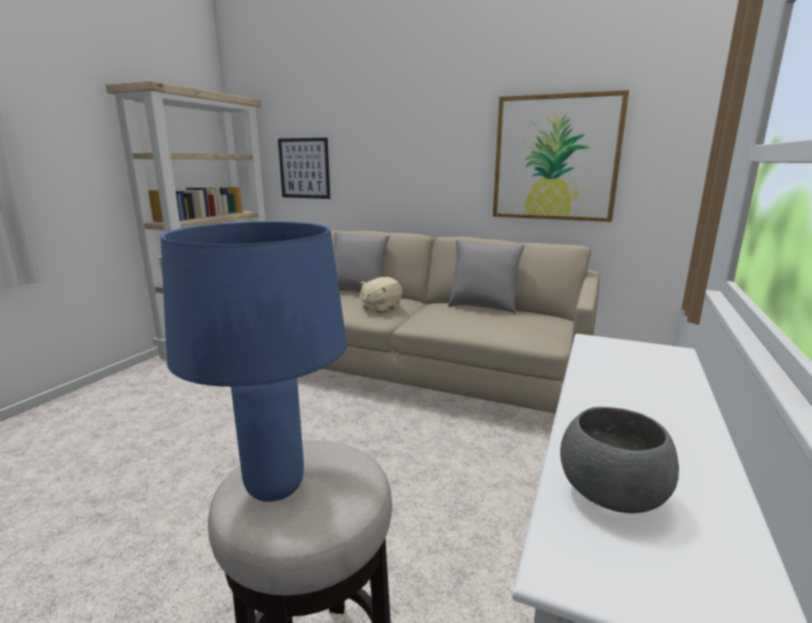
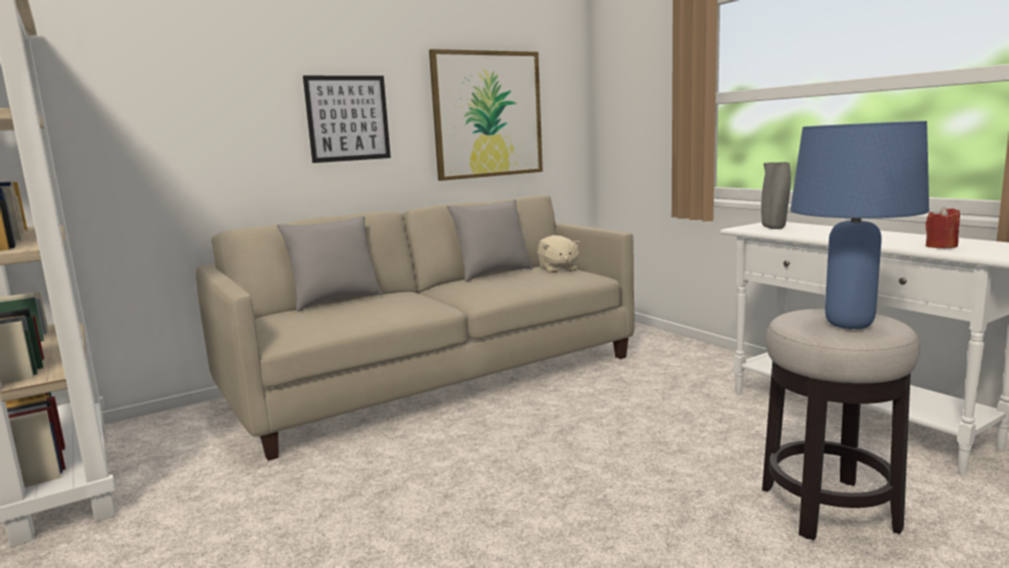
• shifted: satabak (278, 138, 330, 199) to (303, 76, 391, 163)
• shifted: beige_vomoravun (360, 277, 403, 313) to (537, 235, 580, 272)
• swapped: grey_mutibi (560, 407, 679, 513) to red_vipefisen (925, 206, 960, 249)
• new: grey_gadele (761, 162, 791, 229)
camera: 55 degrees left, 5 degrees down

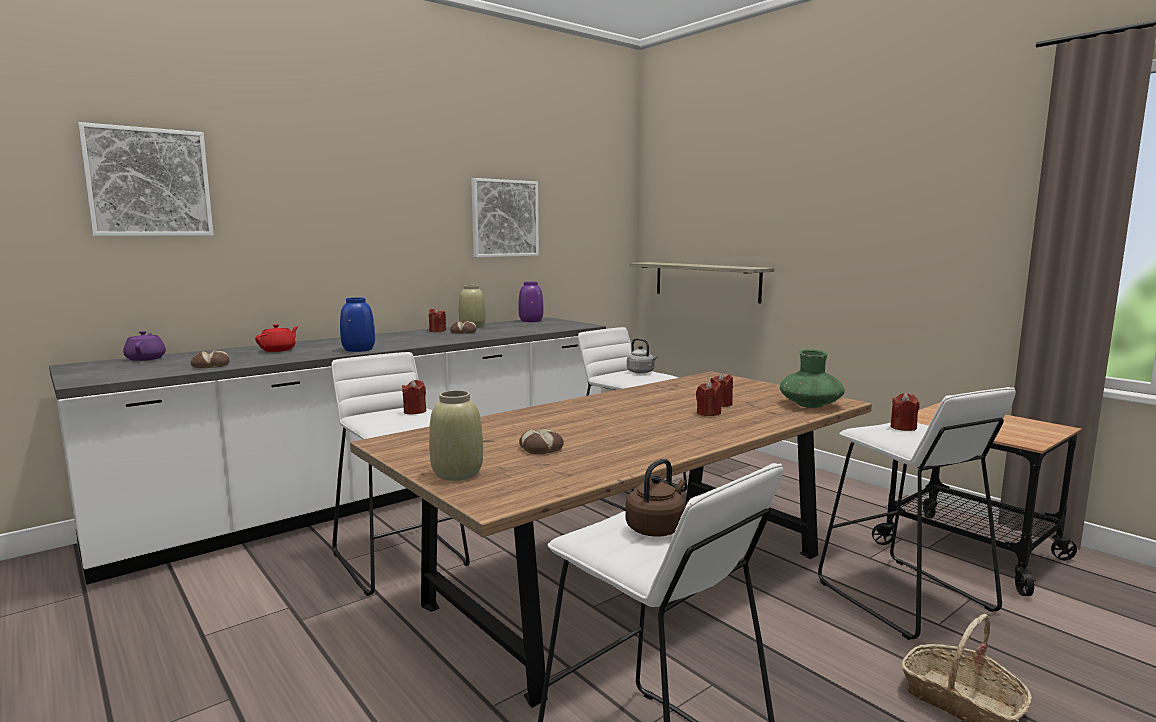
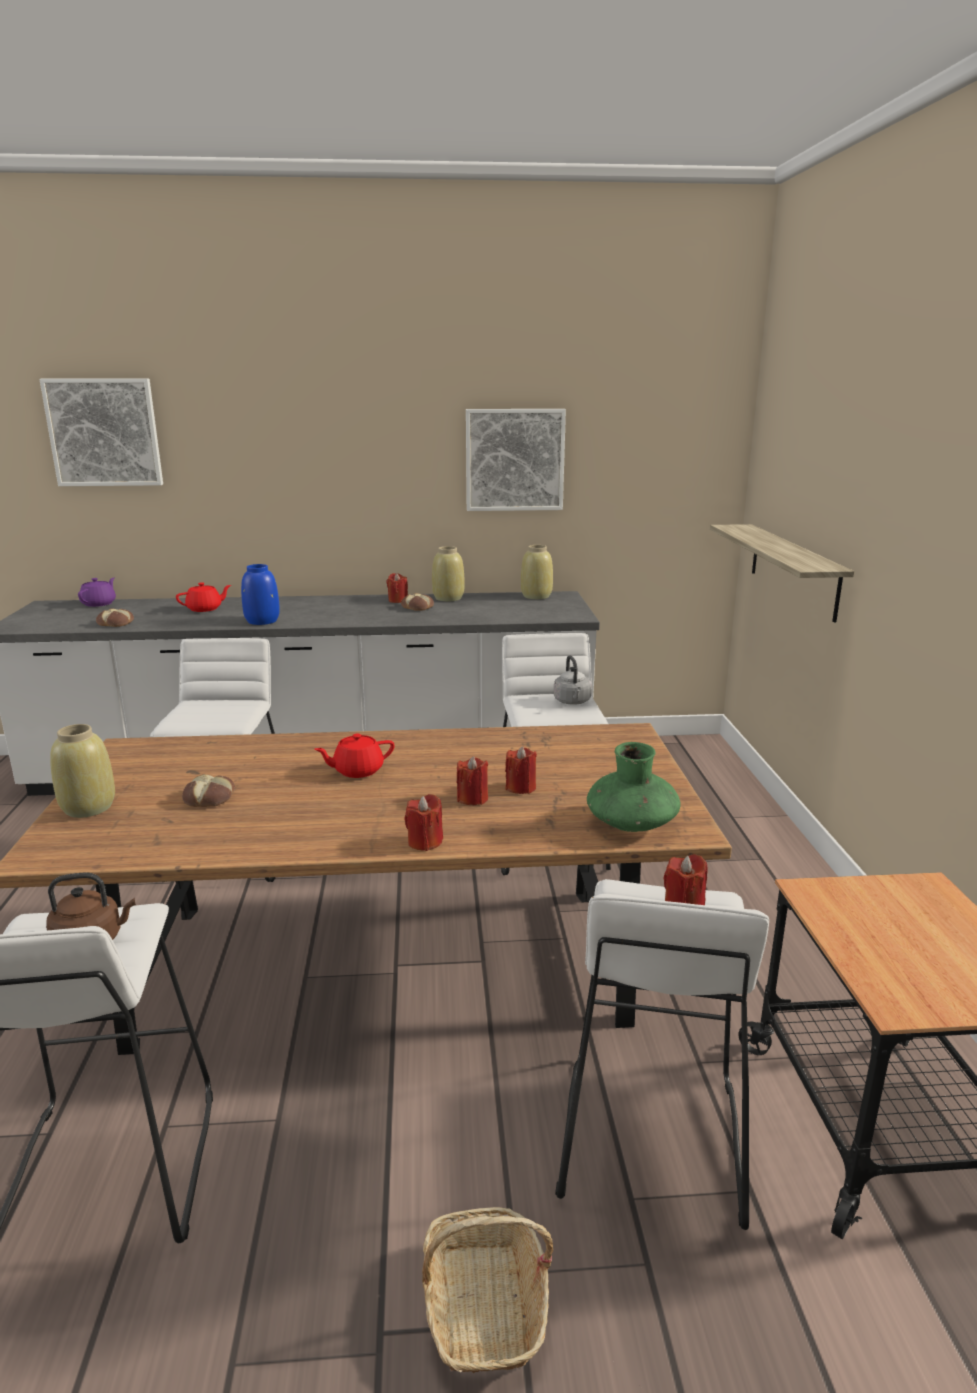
• repainted: purple_gadele (518, 282, 543, 322) to beige_gadele (521, 545, 553, 599)
• shifted: red_vipefisen (402, 379, 427, 414) to (405, 794, 443, 851)
• new: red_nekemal (314, 733, 395, 778)
camera: 35 degrees right, 10 degrees up

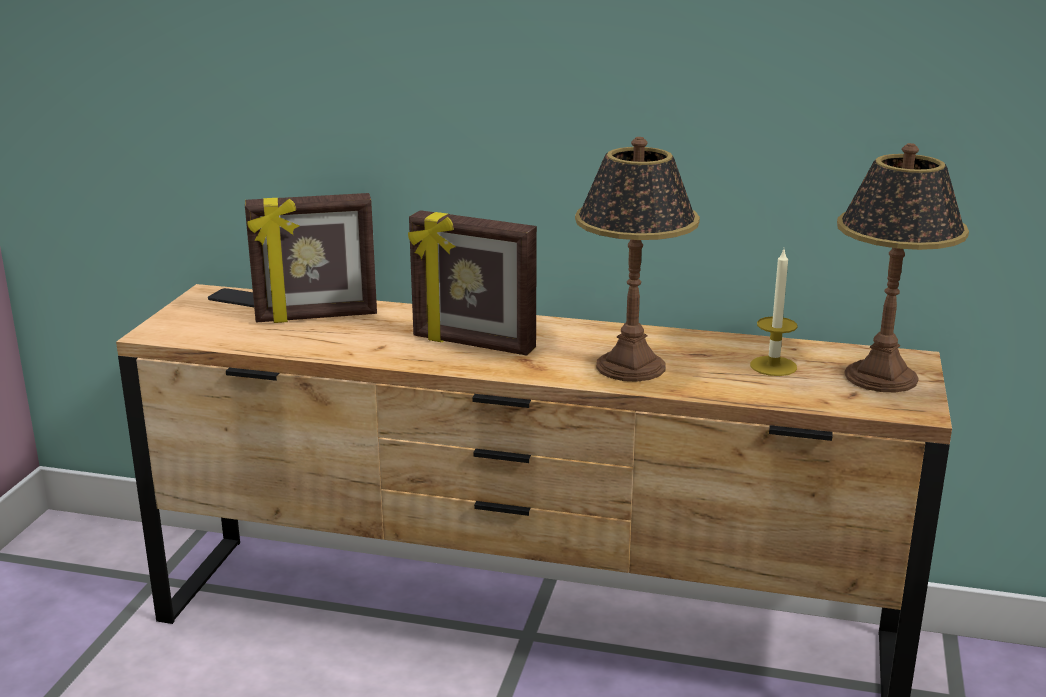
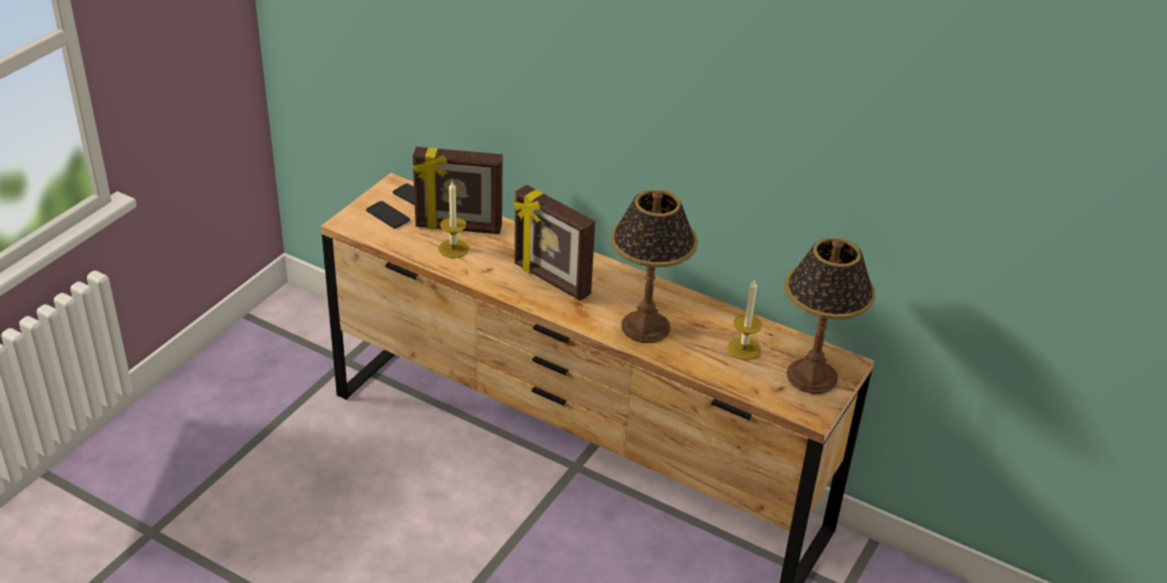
• new: vipefisen (438, 181, 469, 258)
• new: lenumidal (366, 201, 410, 228)
camera: 15 degrees right, 15 degrees up

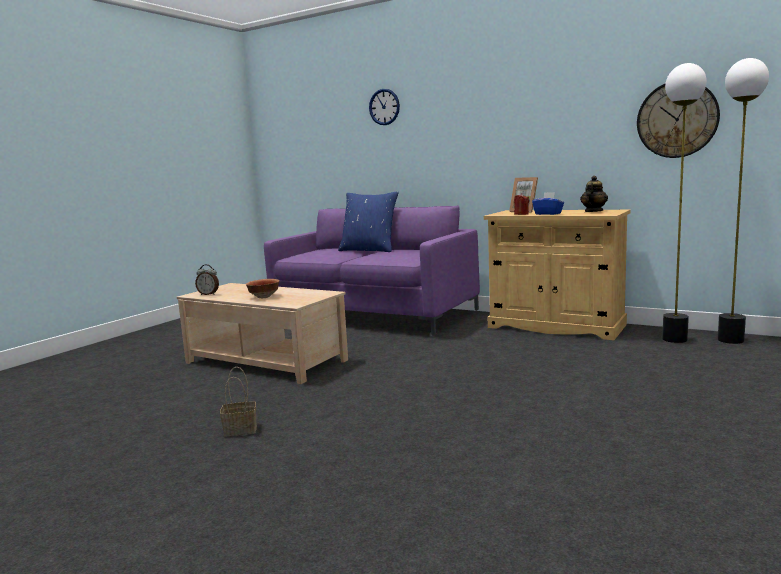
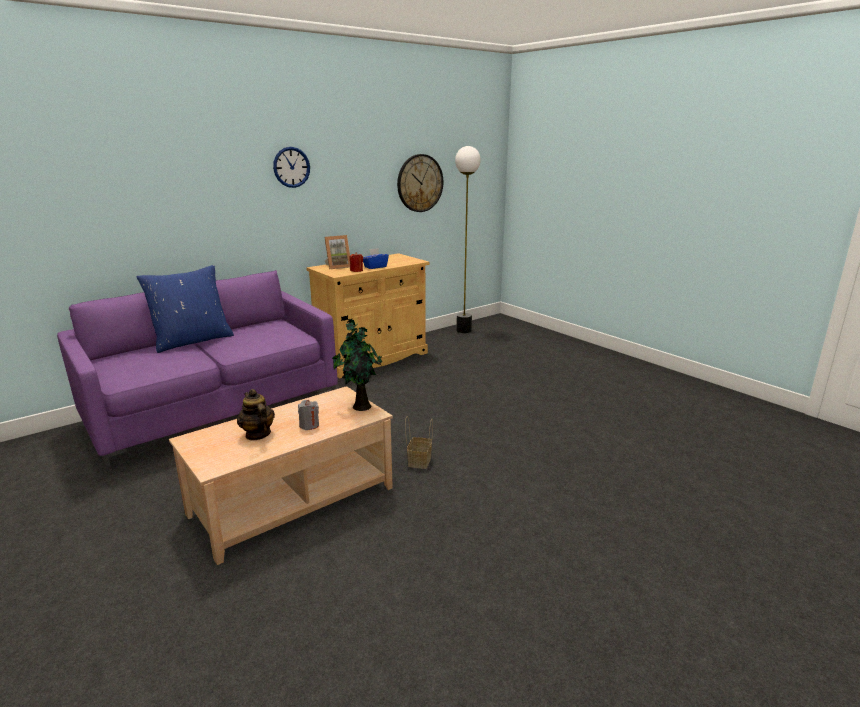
• gone: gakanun (662, 63, 707, 343)
• shifted: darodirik (369, 89, 400, 125) to (273, 147, 310, 188)
• shifted: nekemal (580, 175, 608, 212) to (237, 389, 275, 440)
• gone: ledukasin (195, 264, 219, 295)
• swapped: mutibi (246, 279, 279, 298) to grey_vipefisen (298, 400, 319, 430)
• shifted: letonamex (220, 367, 257, 437) to (405, 416, 433, 469)
• new: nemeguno (332, 318, 382, 411)
camera: 70 degrees left, 10 degrees up

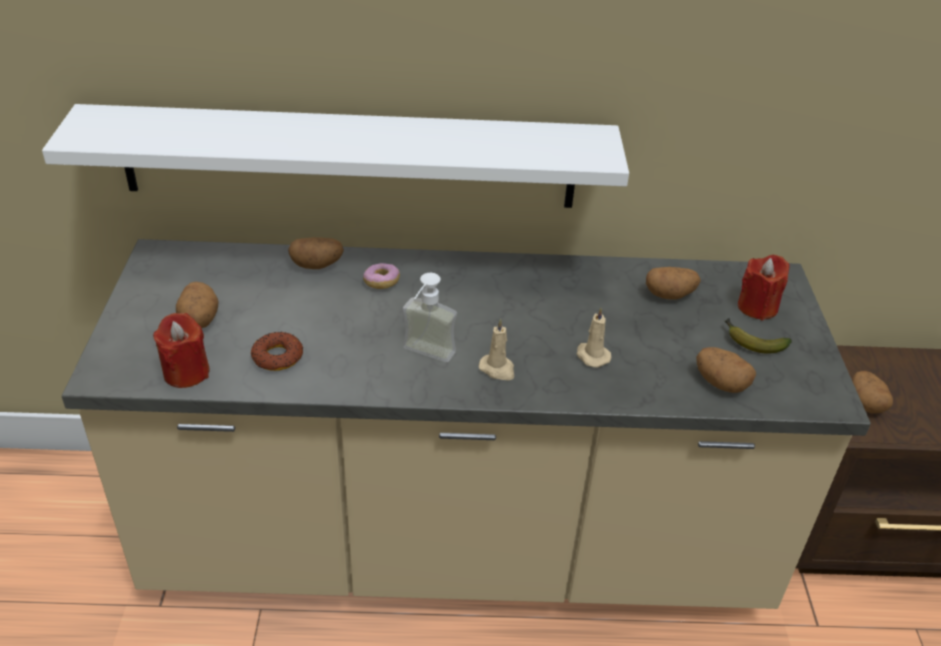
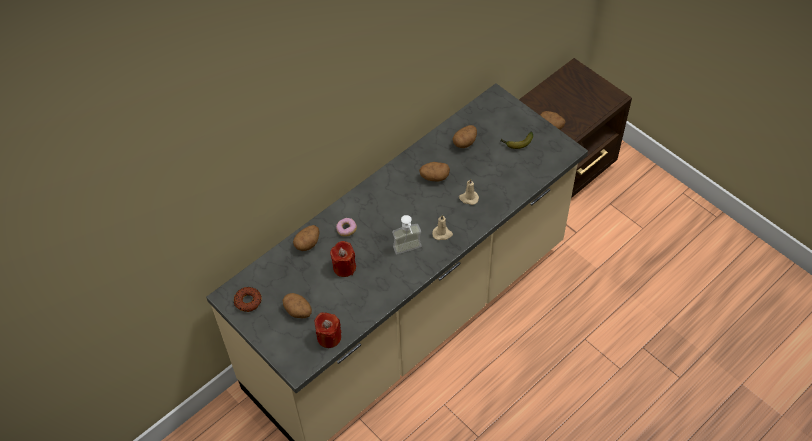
• gone: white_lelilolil (42, 104, 629, 208)
• shifted: red_vipefisen (738, 255, 790, 321) to (330, 241, 356, 277)
• shifted: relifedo (251, 332, 303, 371) to (234, 287, 262, 312)
• shifted: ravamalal (696, 347, 756, 393) to (419, 162, 450, 182)
camera: 40 degrees left, 15 degrees up

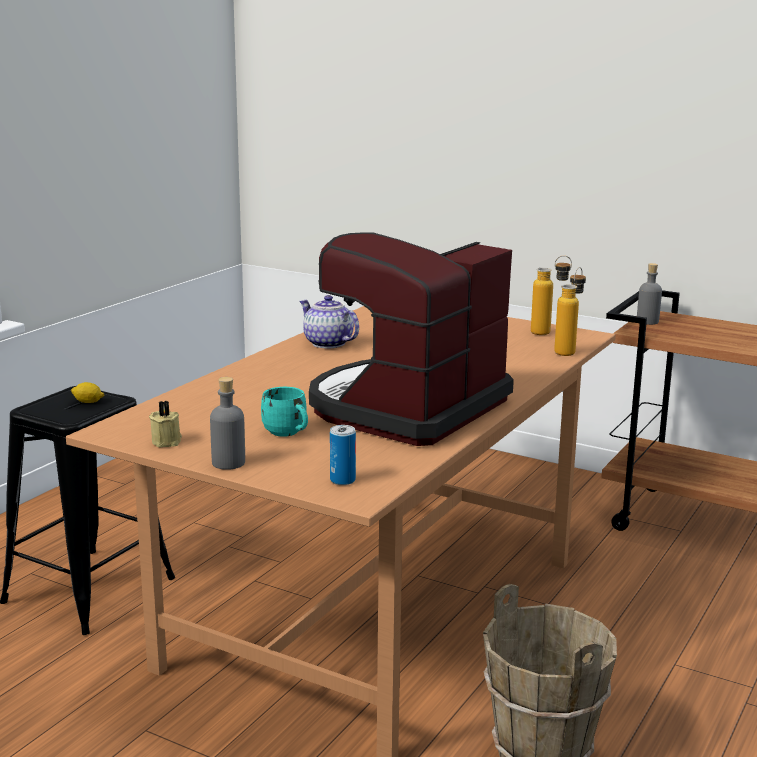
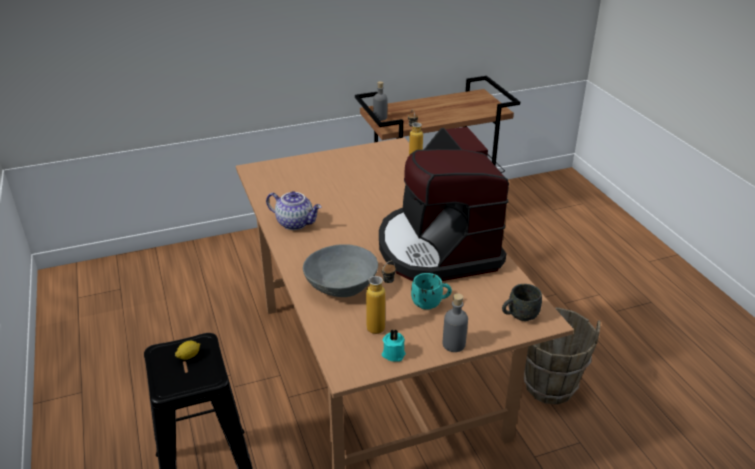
• shifted: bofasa (531, 255, 572, 335) to (366, 261, 396, 334)
• rotated: nekemal (300, 295, 359, 348) = (266, 191, 322, 230) 150 degrees counterclockwise
• repainted: beige_vipefisen (149, 401, 182, 447) to turquoise_vipefisen (382, 329, 406, 362)
• swapped: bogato (330, 425, 356, 485) to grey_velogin (502, 284, 542, 321)
• new: grey_mutibi (303, 244, 378, 297)
camera: 50 degrees left, 15 degrees up

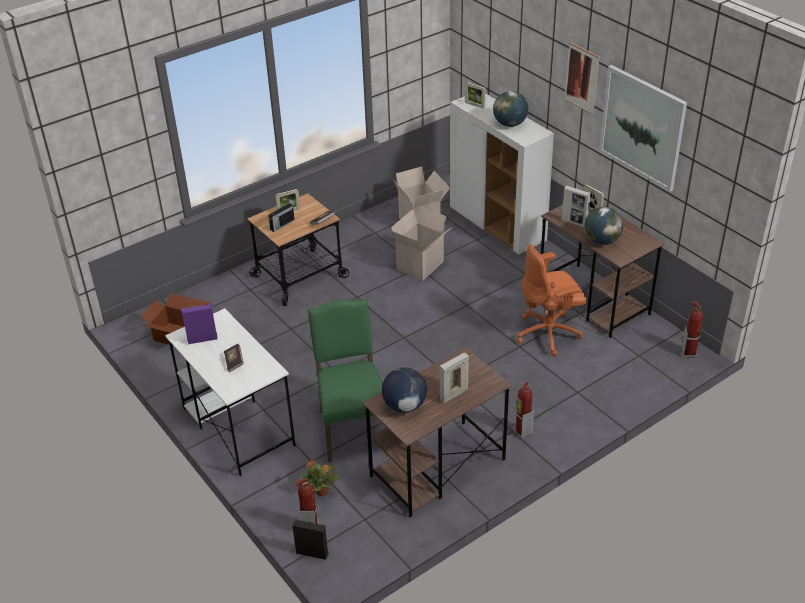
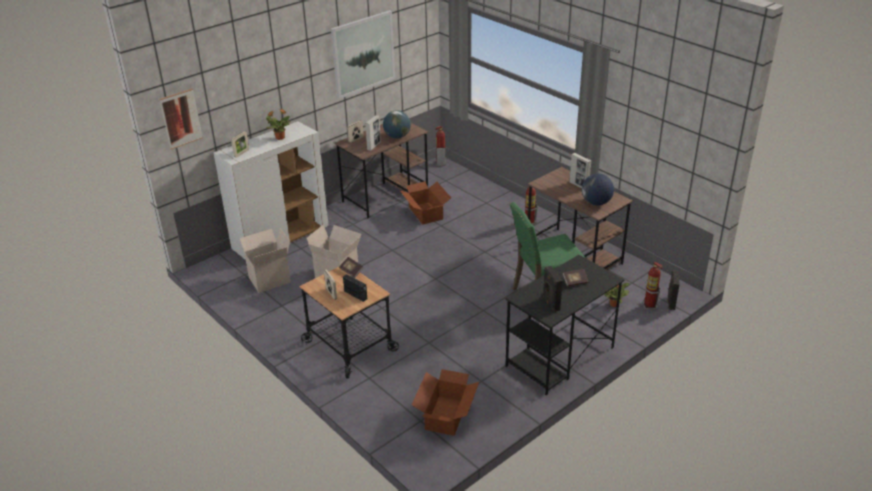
• shifted: satabak (565, 42, 600, 115) to (159, 88, 203, 149)
• swapped: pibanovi (493, 91, 528, 127) to nemeguno (266, 109, 290, 140)
• swapped: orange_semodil (517, 244, 587, 357) to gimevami (400, 182, 451, 225)
• repainted: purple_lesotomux (181, 303, 217, 344) to black_lesotomux (543, 266, 562, 312)
• repainted: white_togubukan (165, 308, 296, 476) to black_togubukan (505, 255, 624, 395)
camera: 95 degrees left, 5 degrees down

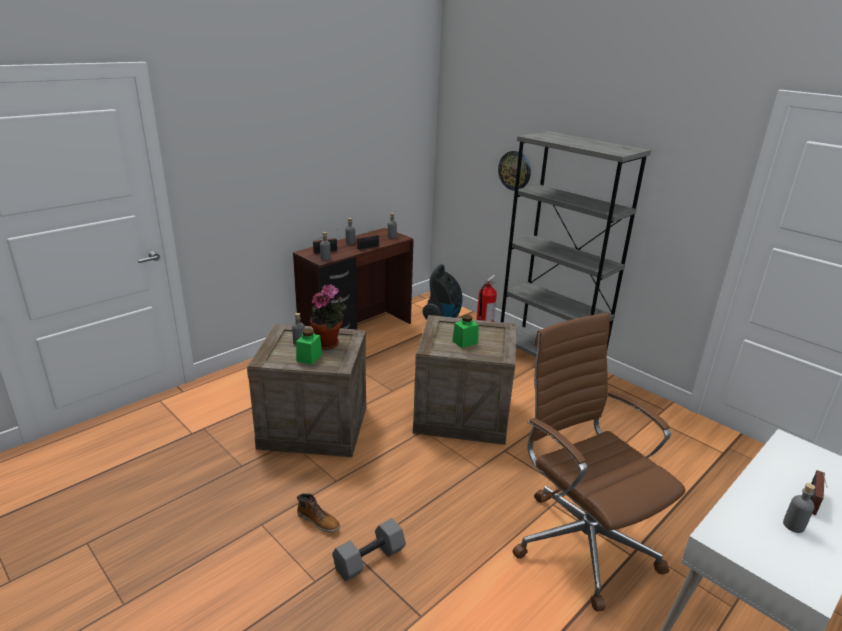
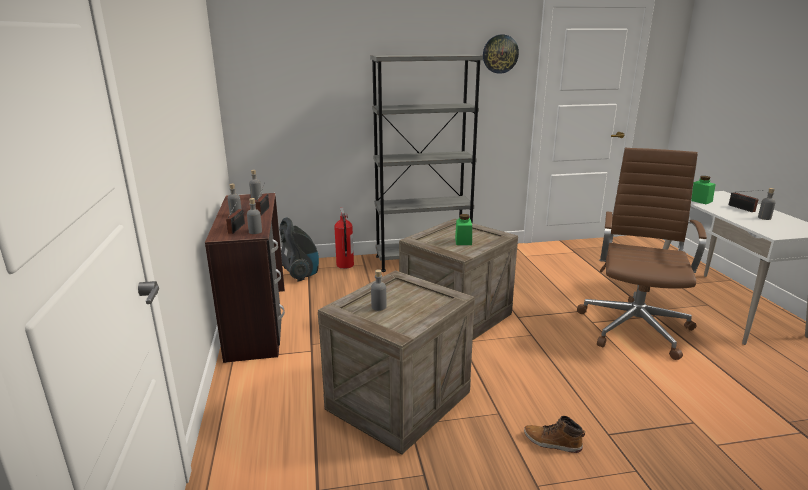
• shifted: darodirik (498, 151, 531, 190) to (483, 35, 519, 74)
• gone: nemeguno (310, 284, 347, 349)
• rotated: brown_semodil (512, 313, 686, 612) = (577, 148, 707, 360) 105 degrees clockwise
• shifted: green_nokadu (296, 328, 322, 365) to (691, 176, 716, 204)
• rotated: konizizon (297, 494, 340, 533) = (524, 416, 585, 453) 135 degrees counterclockwise
• gone: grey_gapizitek (332, 518, 406, 581)
camera: 55 degrees left, 5 degrees down

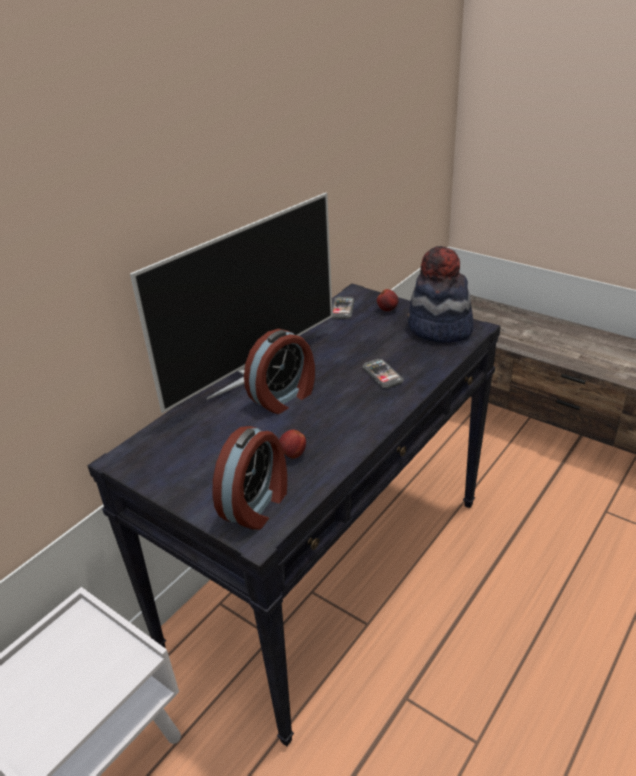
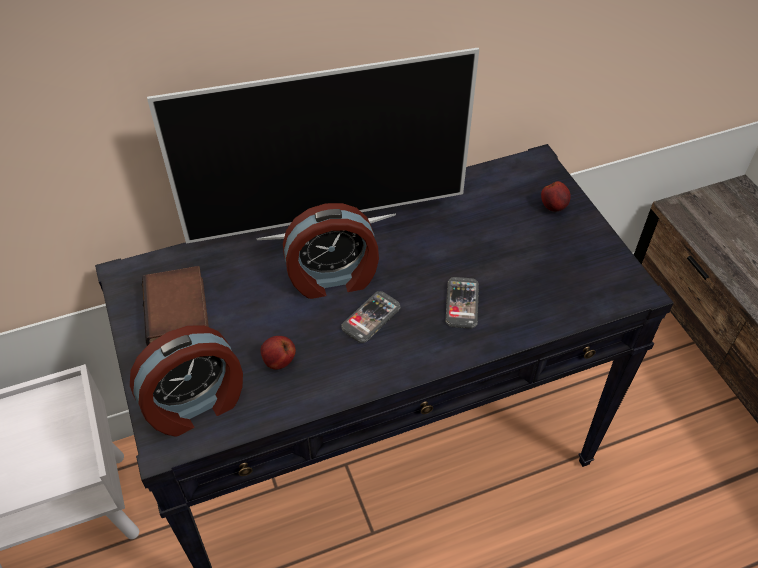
• gone: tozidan (408, 246, 473, 343)
• shifted: lenumidal (331, 297, 355, 319) to (341, 291, 401, 343)
• new: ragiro (142, 266, 209, 346)
camera: 30 degrees right, 15 degrees up

